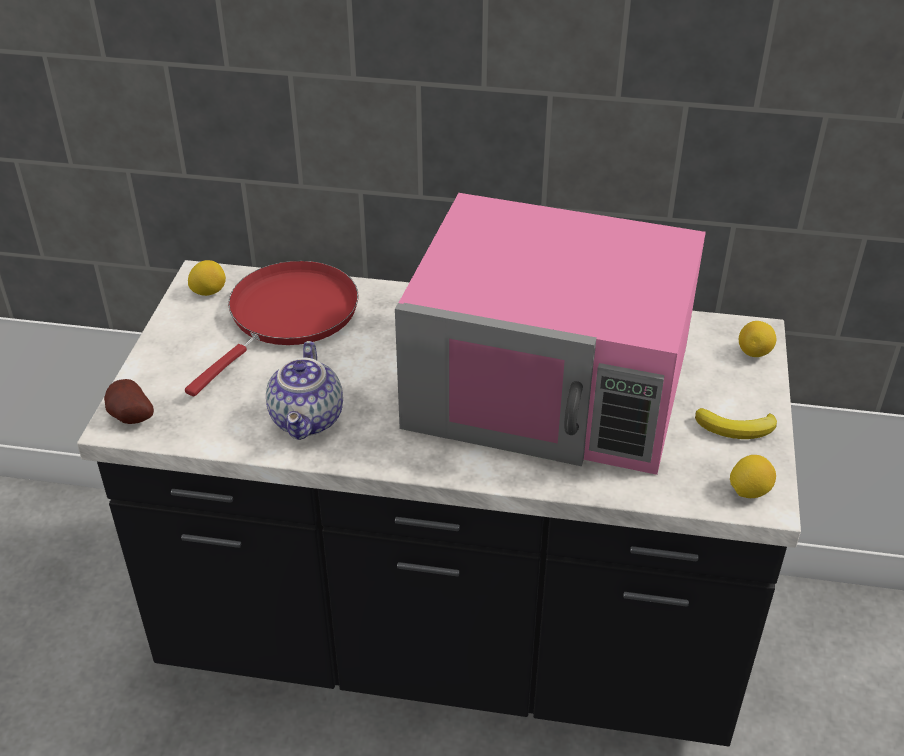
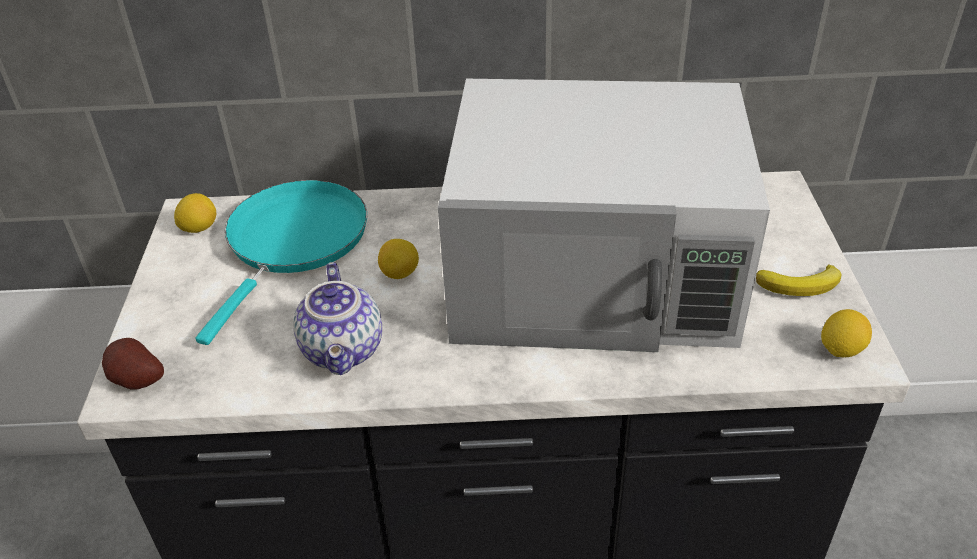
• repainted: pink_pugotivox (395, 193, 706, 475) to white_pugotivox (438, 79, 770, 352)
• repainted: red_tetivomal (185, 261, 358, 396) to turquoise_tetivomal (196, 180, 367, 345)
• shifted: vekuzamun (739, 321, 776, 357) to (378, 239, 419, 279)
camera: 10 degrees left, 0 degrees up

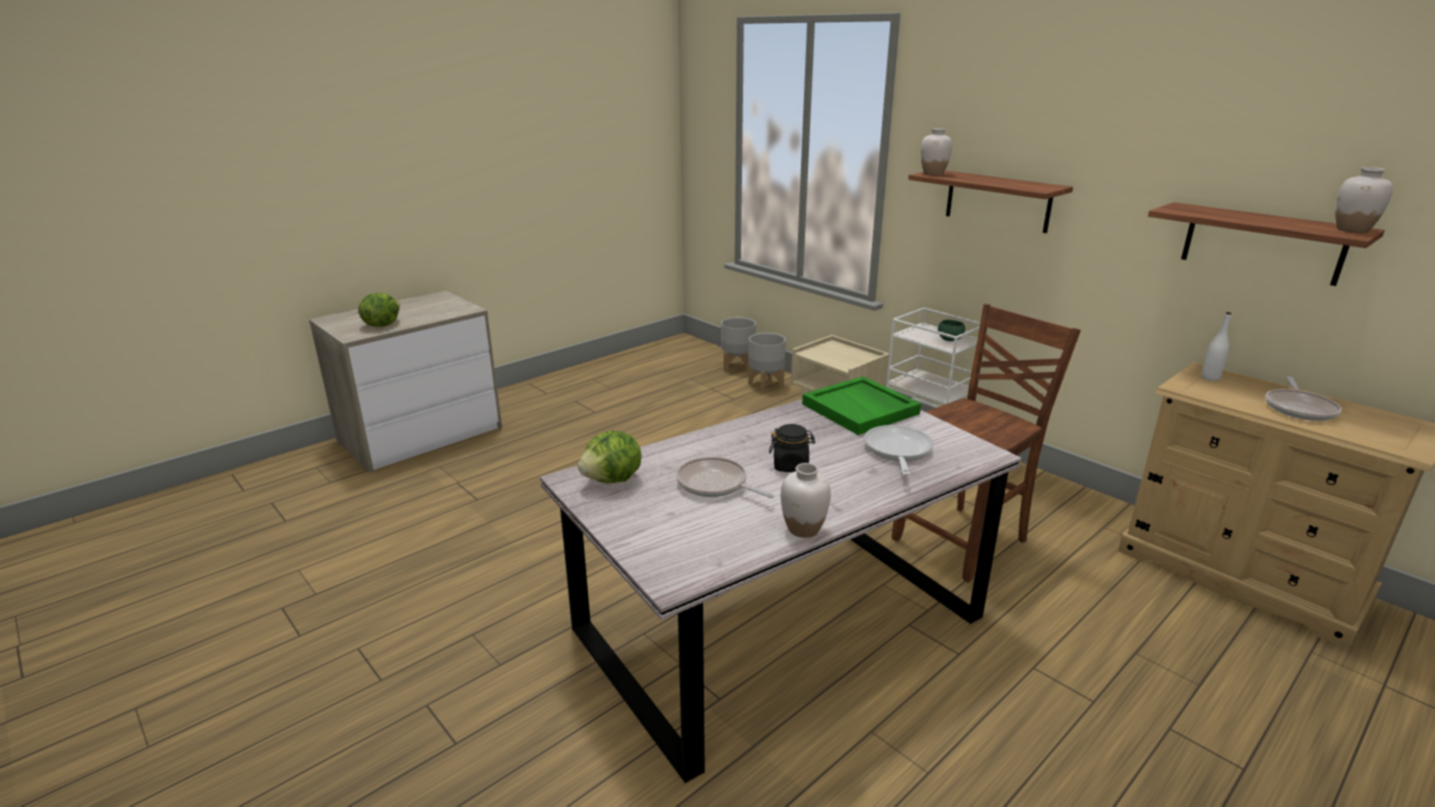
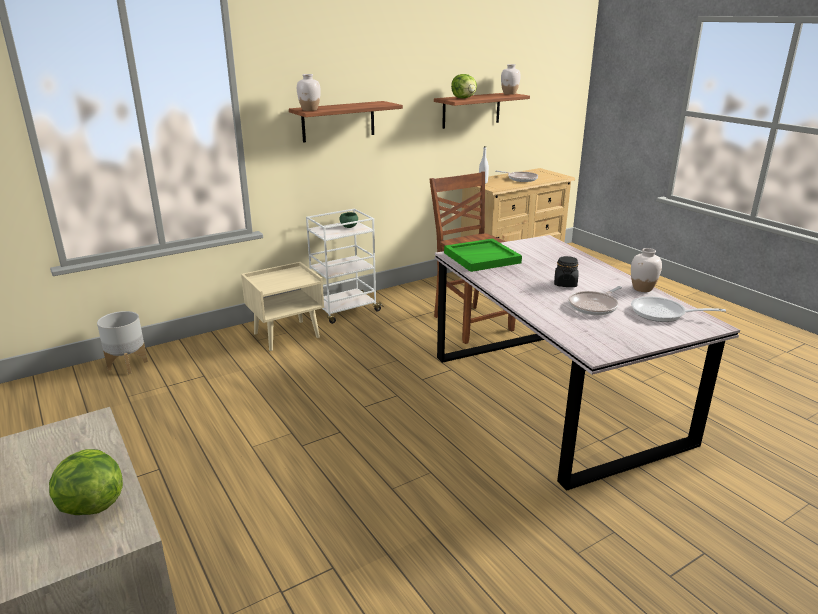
• gone: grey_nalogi (748, 333, 786, 393)
• shifted: tetivomal (864, 425, 933, 476) to (631, 296, 726, 322)
• shifted: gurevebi (577, 430, 641, 483) to (451, 74, 477, 98)
camera: 80 degrees left, 0 degrees up

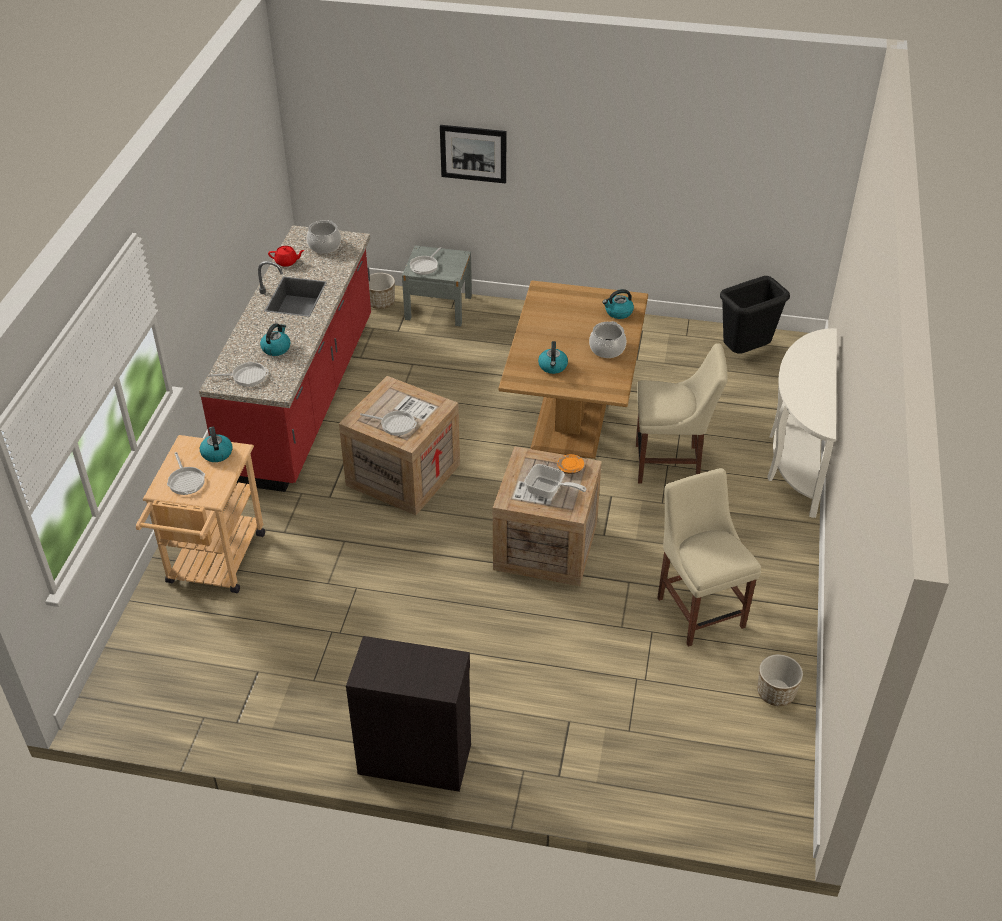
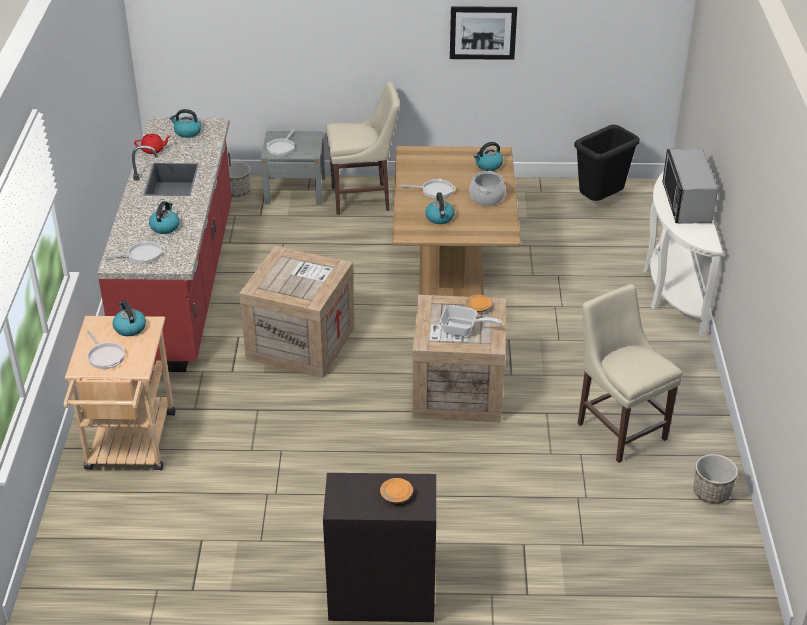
• shifted: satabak (440, 125, 506, 184) to (450, 6, 517, 60)
• swapped: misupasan (307, 220, 341, 254) to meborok (169, 109, 201, 138)
• shifted: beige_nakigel (636, 343, 728, 484) to (326, 82, 400, 215)
• shifted: tetivomal (360, 410, 417, 436) to (401, 178, 456, 199)
• new: pugotivox (662, 149, 718, 224)
• new: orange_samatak (380, 478, 413, 503)
camera: 10 degrees left, 5 degrees down

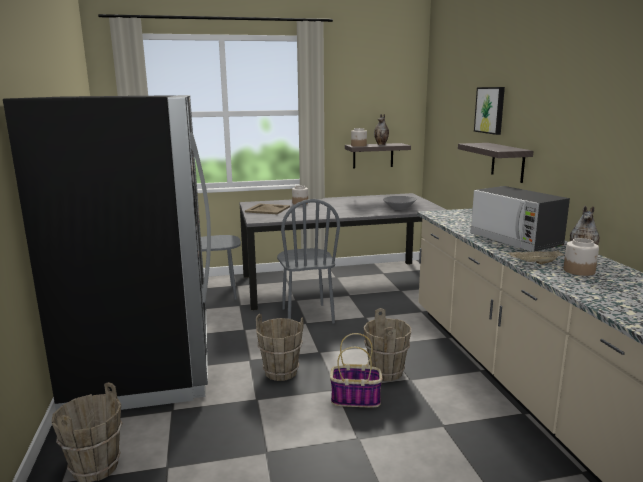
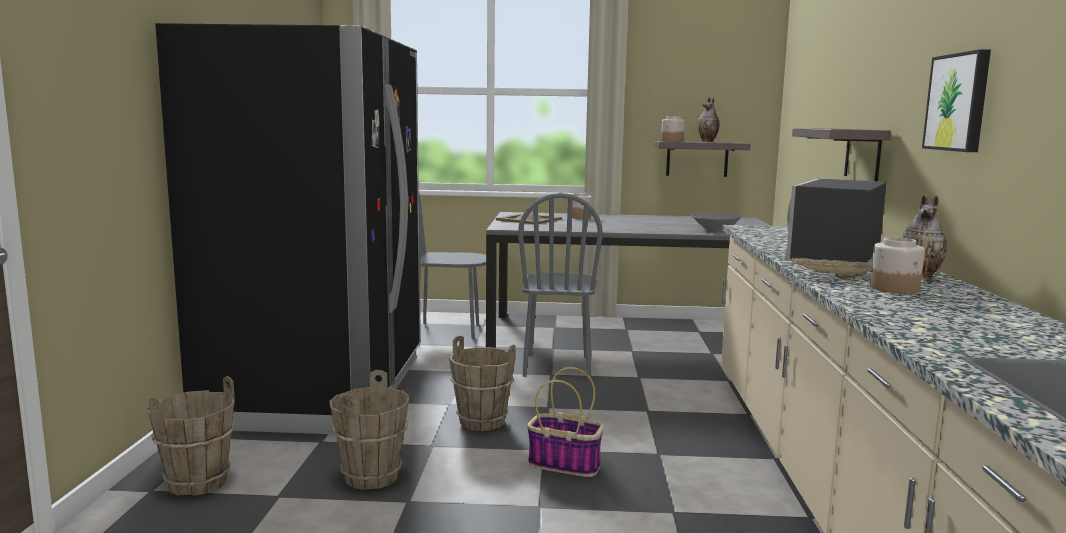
• shifted: satabak (474, 87, 505, 135) to (922, 49, 991, 152)
• rotated: pugotivox (470, 186, 570, 252) = (785, 179, 887, 263) 45 degrees clockwise
• shifted: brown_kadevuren (363, 308, 411, 381) to (329, 370, 409, 490)
camera: 15 degrees right, 5 degrees down

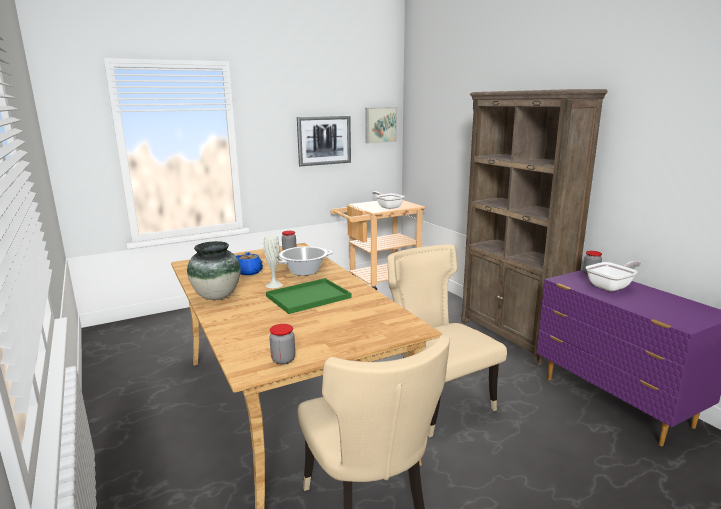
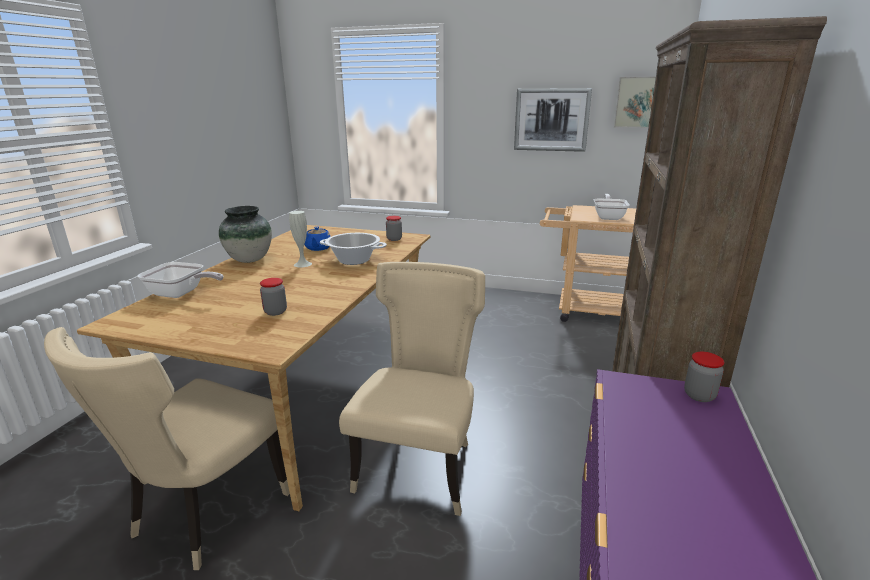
• shifted: tetivomal (586, 261, 641, 292) to (138, 262, 223, 298)
• gone: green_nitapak (266, 278, 351, 314)
• shifted: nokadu (269, 324, 295, 364) to (260, 278, 287, 316)
camera: 45 degrees right, 5 degrees up

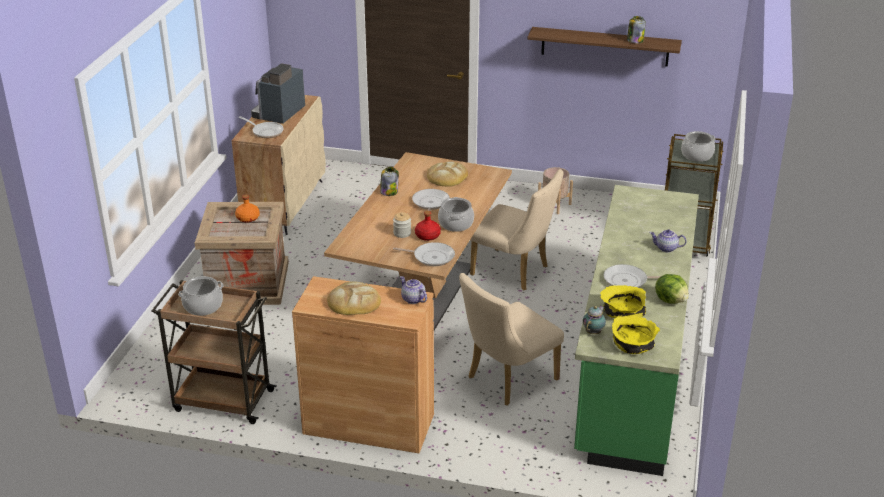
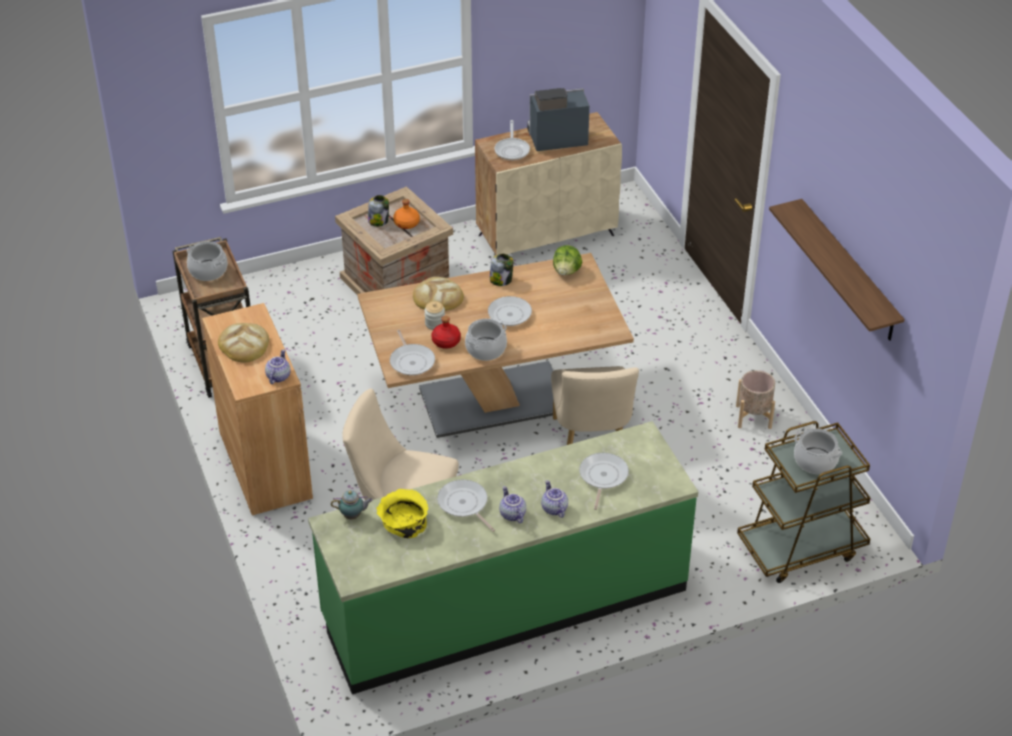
• shifted: nokadu (627, 16, 646, 43) to (368, 195, 389, 226)
• shifted: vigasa (427, 162, 468, 187) to (413, 277, 464, 311)
• shifted: gurevebi (655, 274, 689, 304) to (553, 245, 582, 275)
• gone: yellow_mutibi (612, 316, 660, 354)
• new: tetivomal (579, 453, 629, 510)
• new: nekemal (499, 486, 526, 523)
camera: 55 degrees right, 10 degrees up

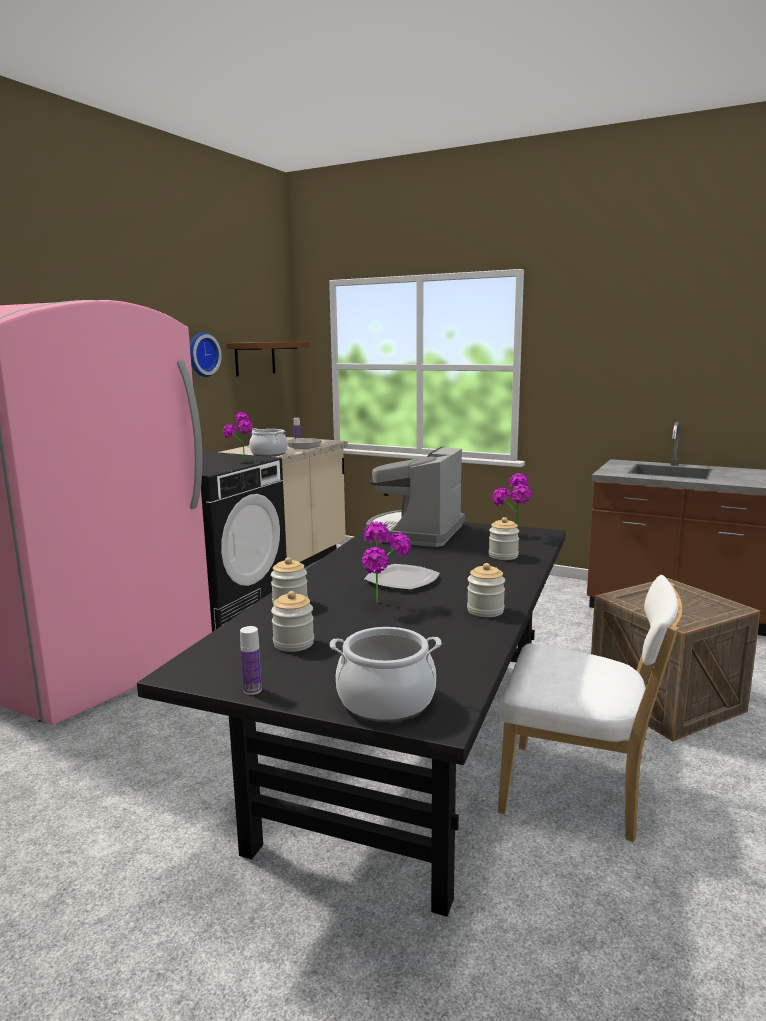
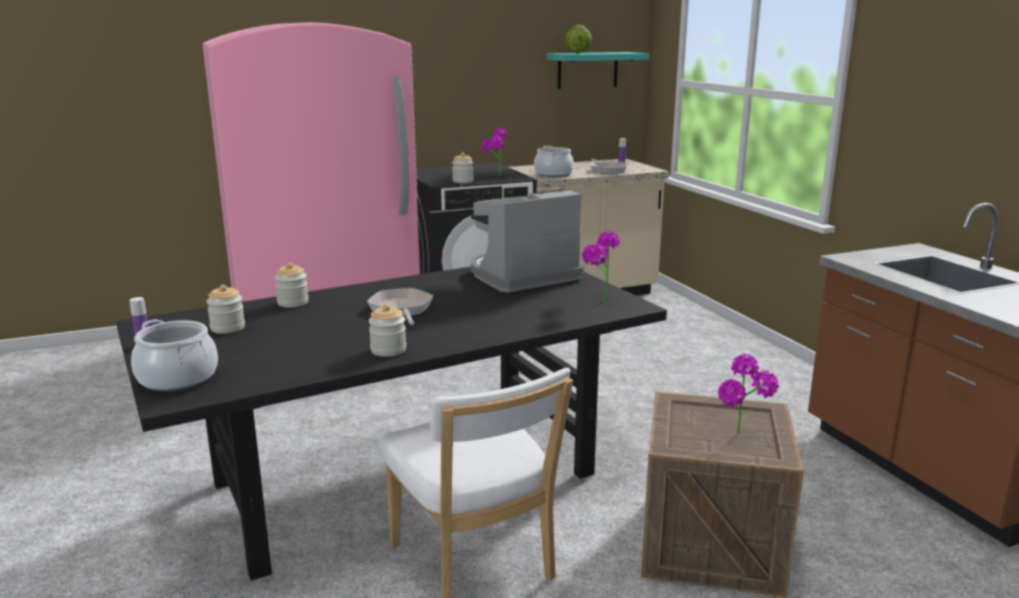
• gone: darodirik (190, 332, 222, 377)
• repainted: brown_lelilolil (226, 342, 310, 376) to turquoise_lelilolil (546, 52, 649, 89)
• shifted: nokadu (489, 517, 519, 560) to (452, 153, 474, 183)
• shifted: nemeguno (361, 522, 411, 603) to (718, 354, 779, 434)
• swapped: samatak (364, 564, 440, 590) to tetivomal (367, 288, 433, 325)
• new: gurevebi (565, 24, 592, 53)
camera: 40 degrees right, 5 degrees up

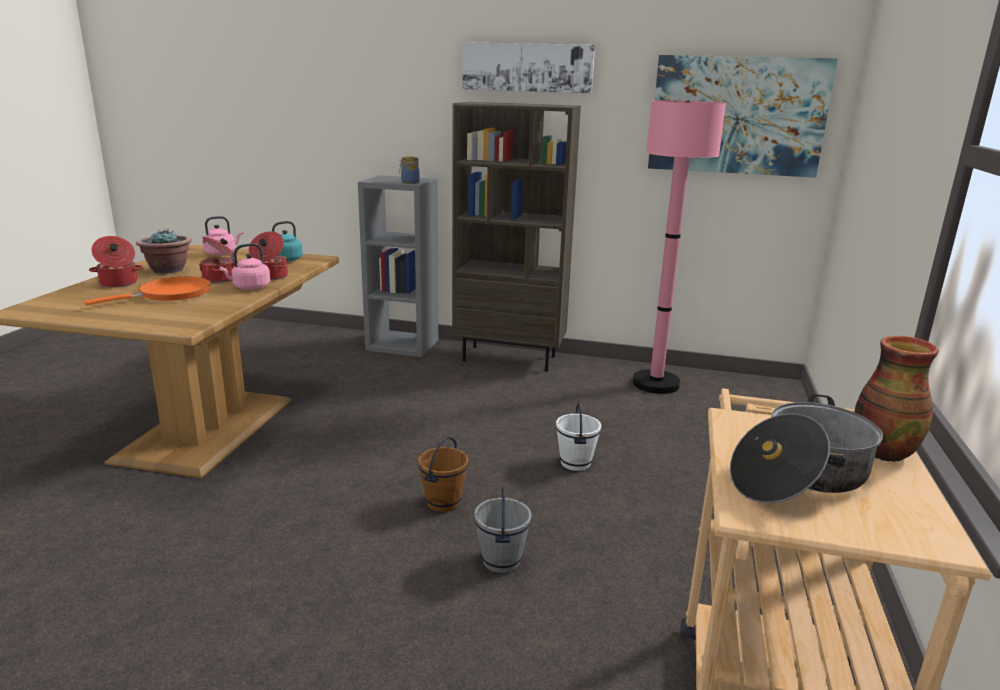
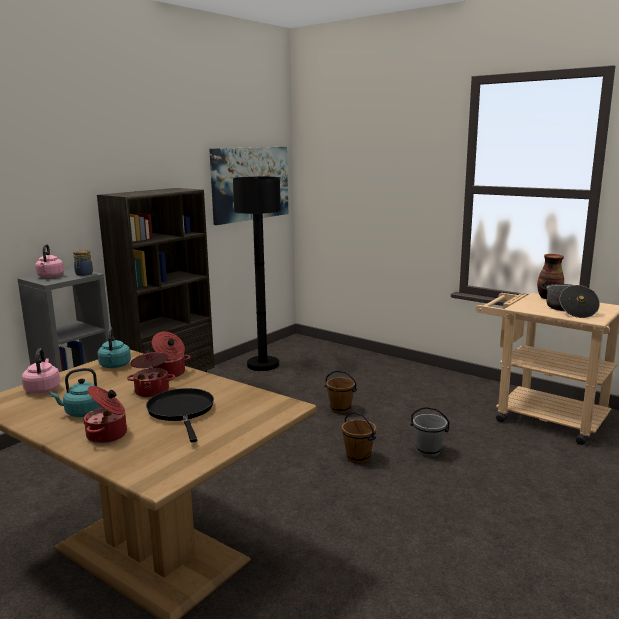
• gone: satabak (462, 42, 595, 93)
• repainted: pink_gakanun (632, 100, 726, 394) to black_gakanun (233, 177, 281, 371)
• swapped: nemeguno (136, 229, 192, 274) to turquoise_meborok (50, 368, 102, 417)
• shifted: pink_meborok (219, 243, 270, 290) to (35, 244, 64, 278)
• repainted: orange_tetivomal (84, 277, 211, 305) to black_tetivomal (146, 388, 214, 443)
• repainted: white_kadevuren (556, 403, 601, 471) to brown_kadevuren (325, 371, 357, 414)
camera: 65 degrees left, 5 degrees down

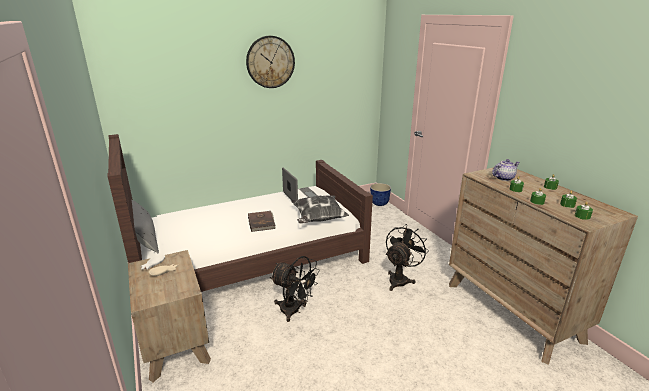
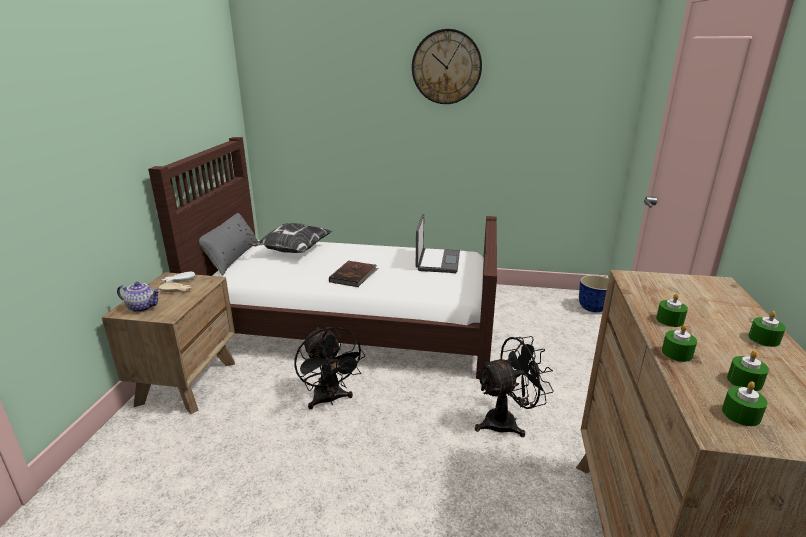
• shifted: nekemal (492, 159, 520, 181) to (117, 282, 160, 312)
• shifted: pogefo (291, 195, 349, 223) to (248, 223, 332, 253)
camera: 35 degrees right, 0 degrees up

